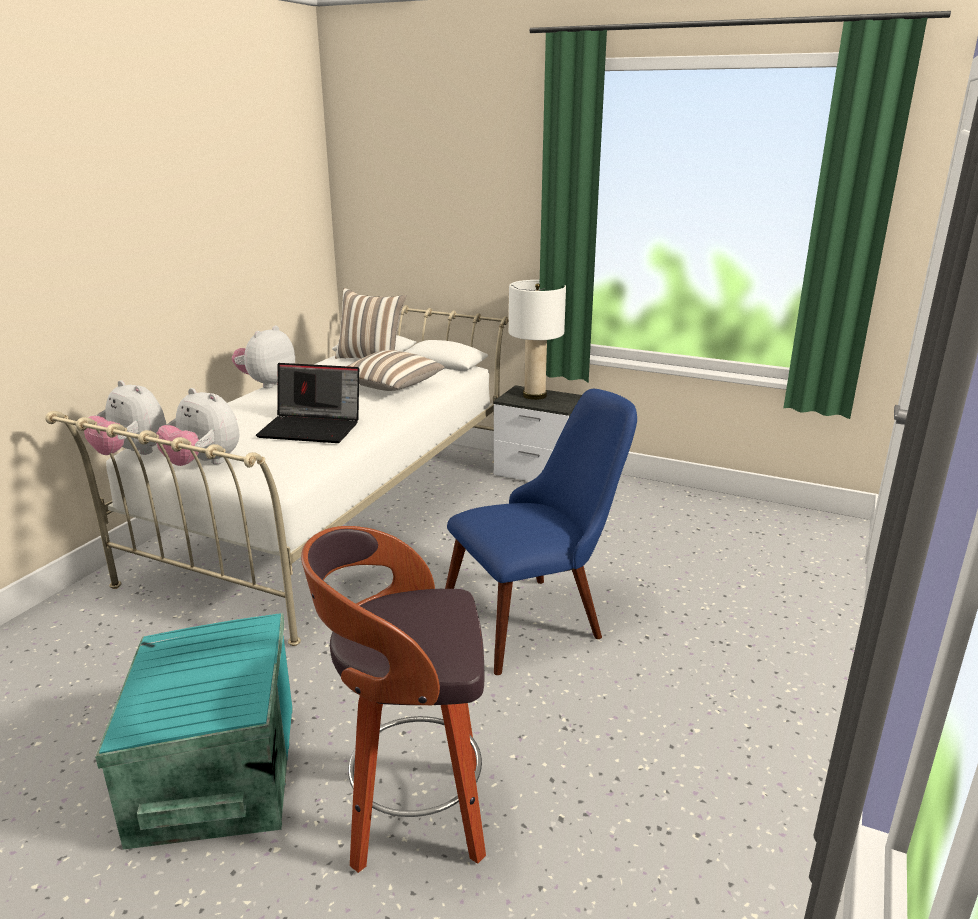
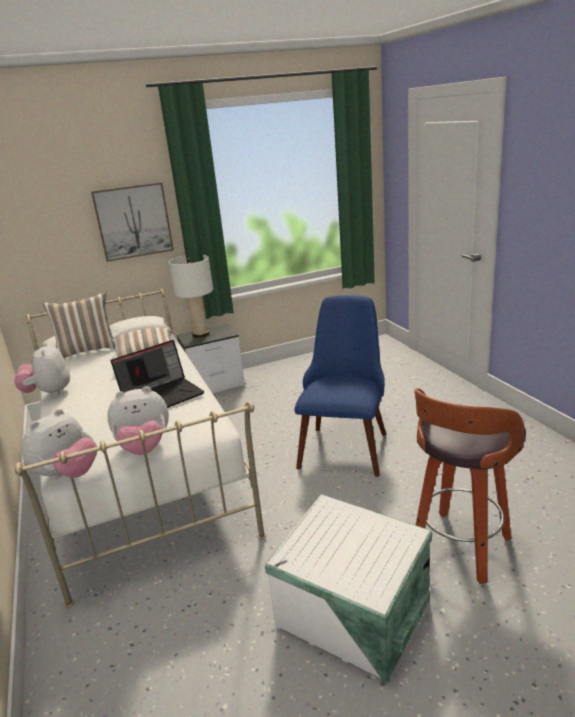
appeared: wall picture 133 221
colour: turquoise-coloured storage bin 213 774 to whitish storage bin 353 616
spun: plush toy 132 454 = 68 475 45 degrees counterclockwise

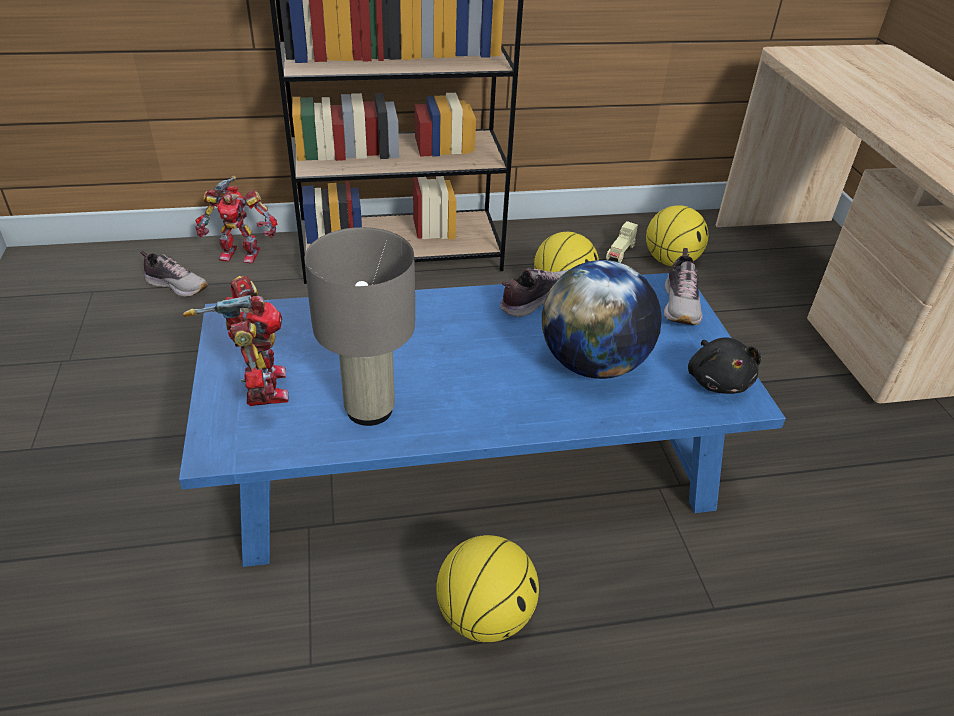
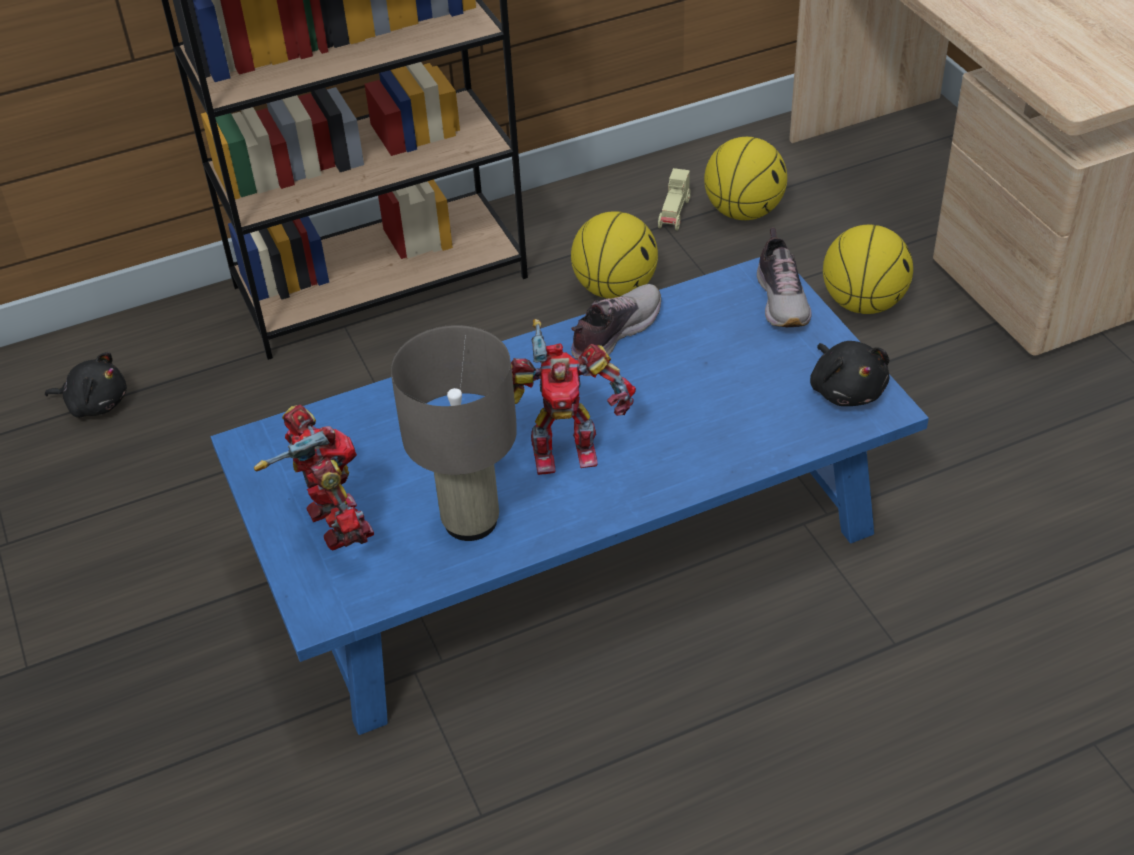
missing: world globe 593 365
relocated: model robot 241 253 to 562 449; basketball 485 615 to 863 302
exchanged: low shoe 177 285 to black plush toy 95 403

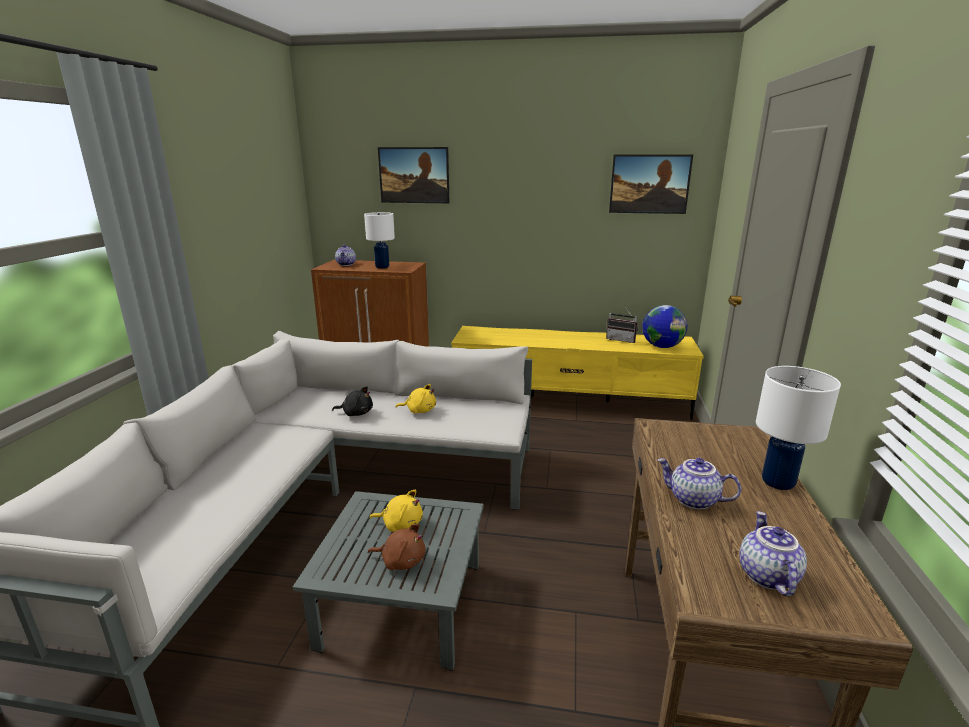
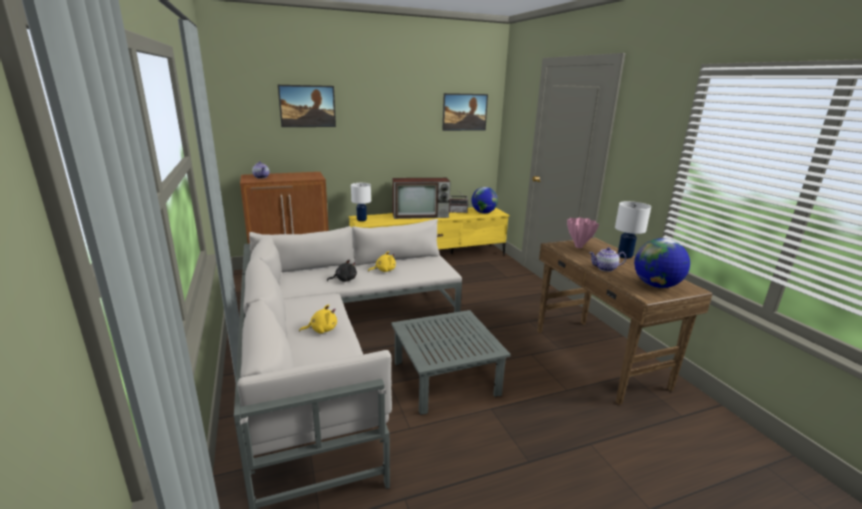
missing: brown-coloured plush toy 401 560
appeared: television 421 215; pink-coloured decorative vase 579 246
relocated: whitish table lamp 381 267 to 361 220; yellow plush toy 400 524 to 321 330
exchanged: pot for tea 766 575 to world globe 656 285

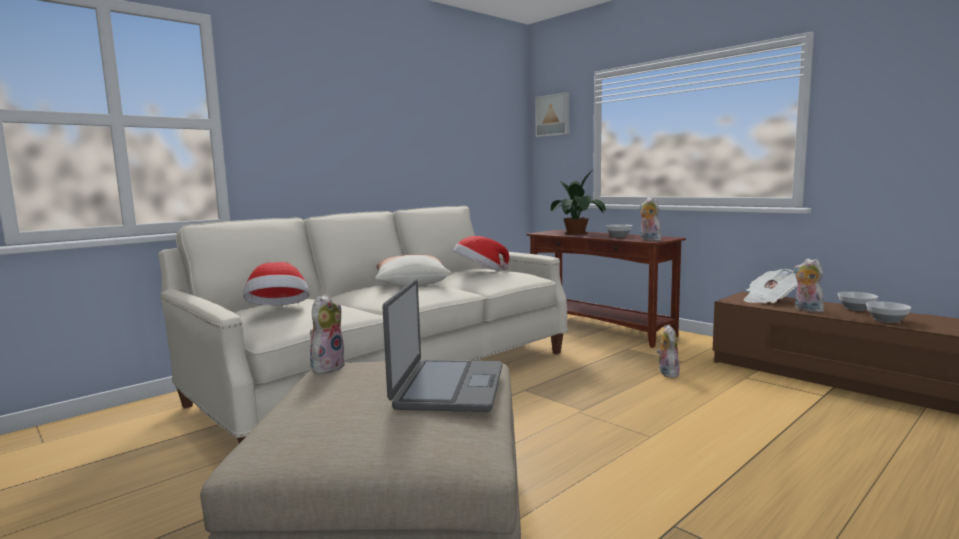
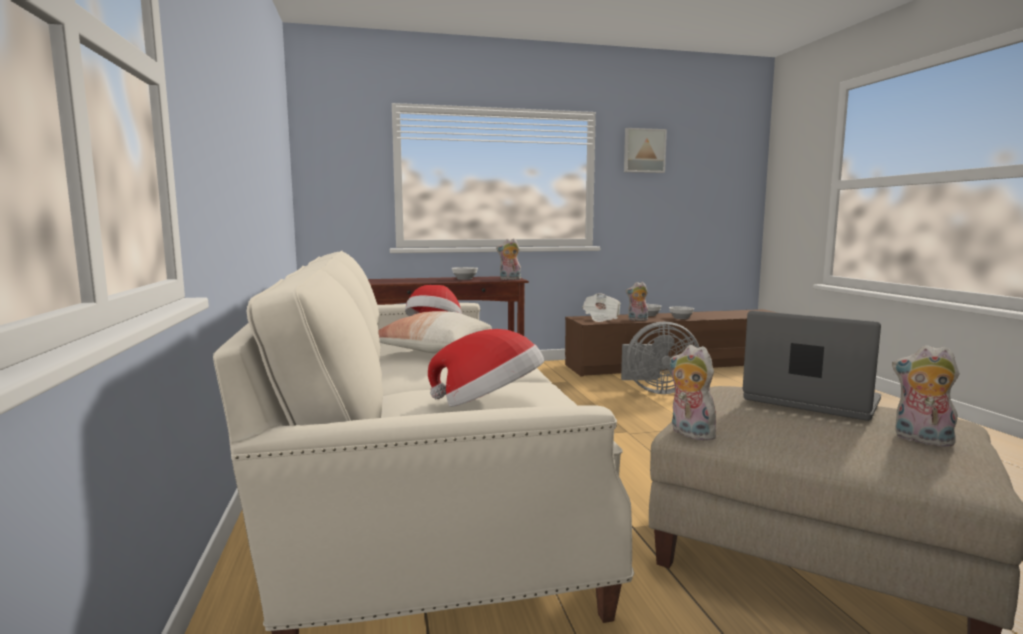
missing: plant in a pot 577 233
appeared: grey fan 656 391
relocated: wall picture 553 115 to 644 151; plush toy 667 373 to 921 440

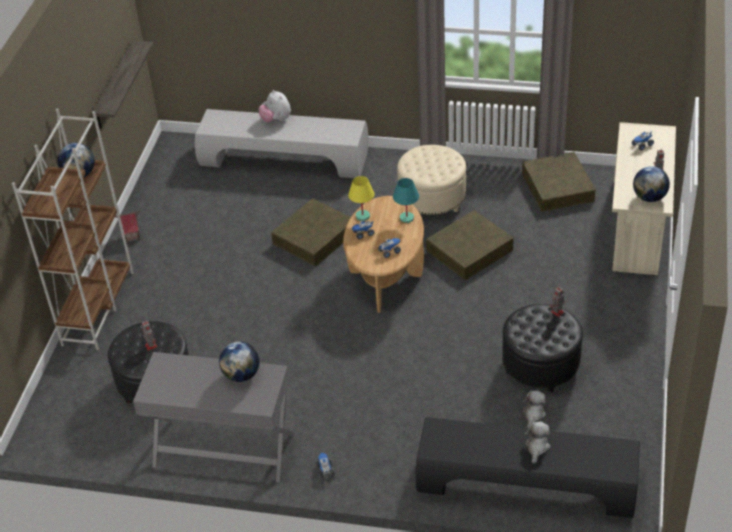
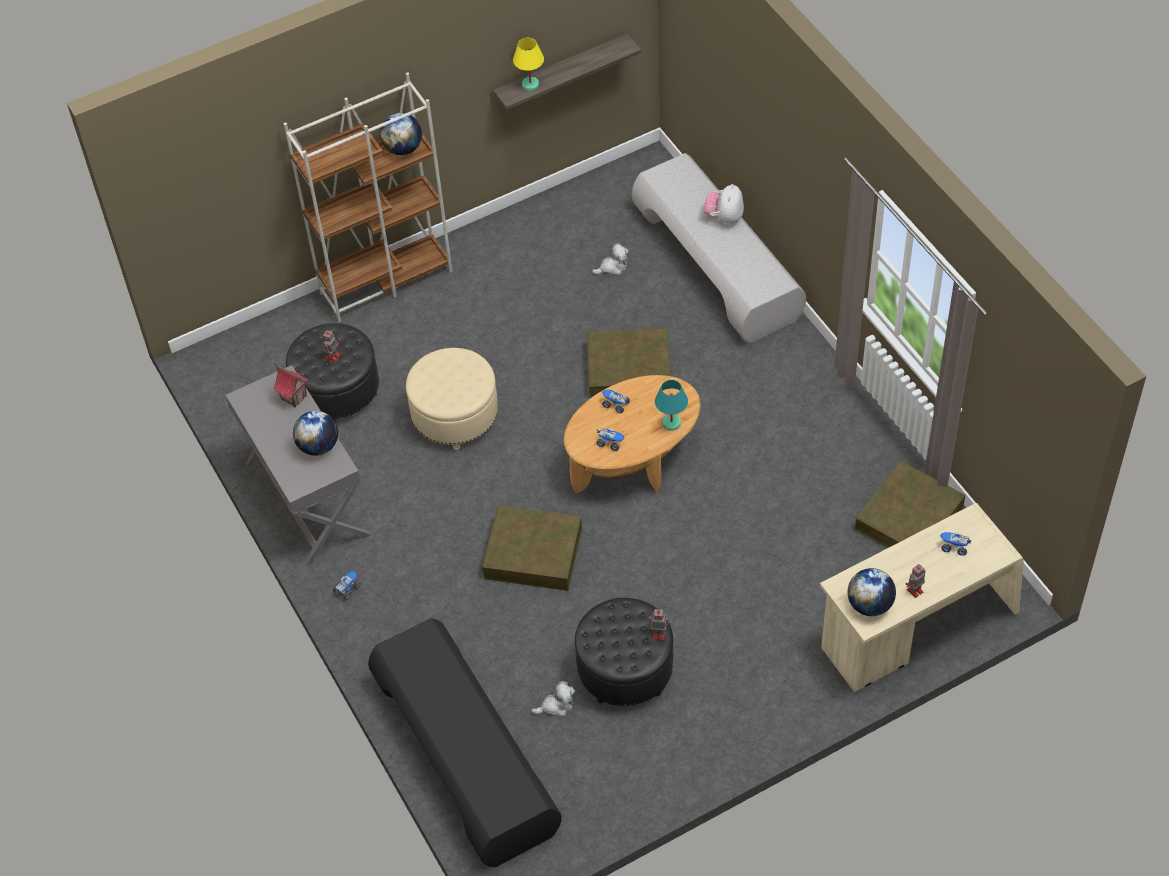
relocated: miniature house 132 237 to 294 397; yellow table lamp 363 216 to 530 84; beige ottoman 432 200 to 455 417; brown-coloured storage bin 470 250 to 533 554; plush toy 537 447 to 612 267

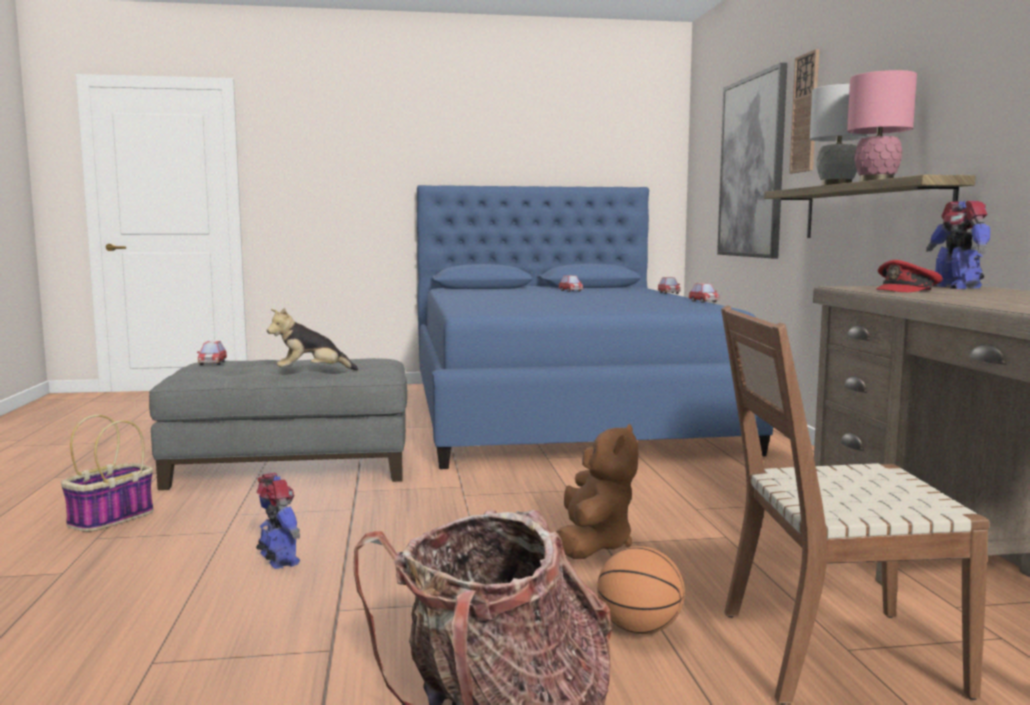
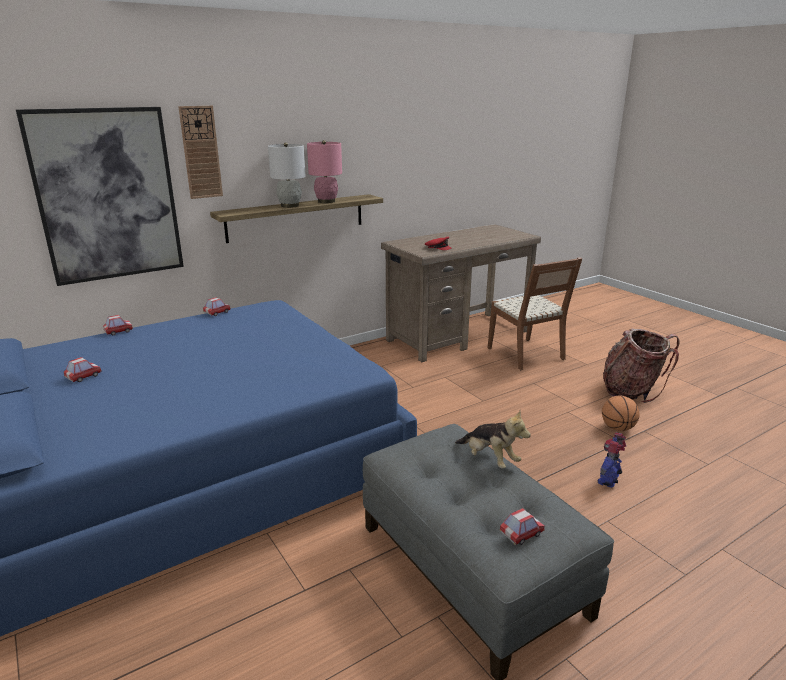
missing: household basket 110 519; brown-coloured plush toy 593 544; model robot 956 287
relocated: basketball 639 630 to 617 428

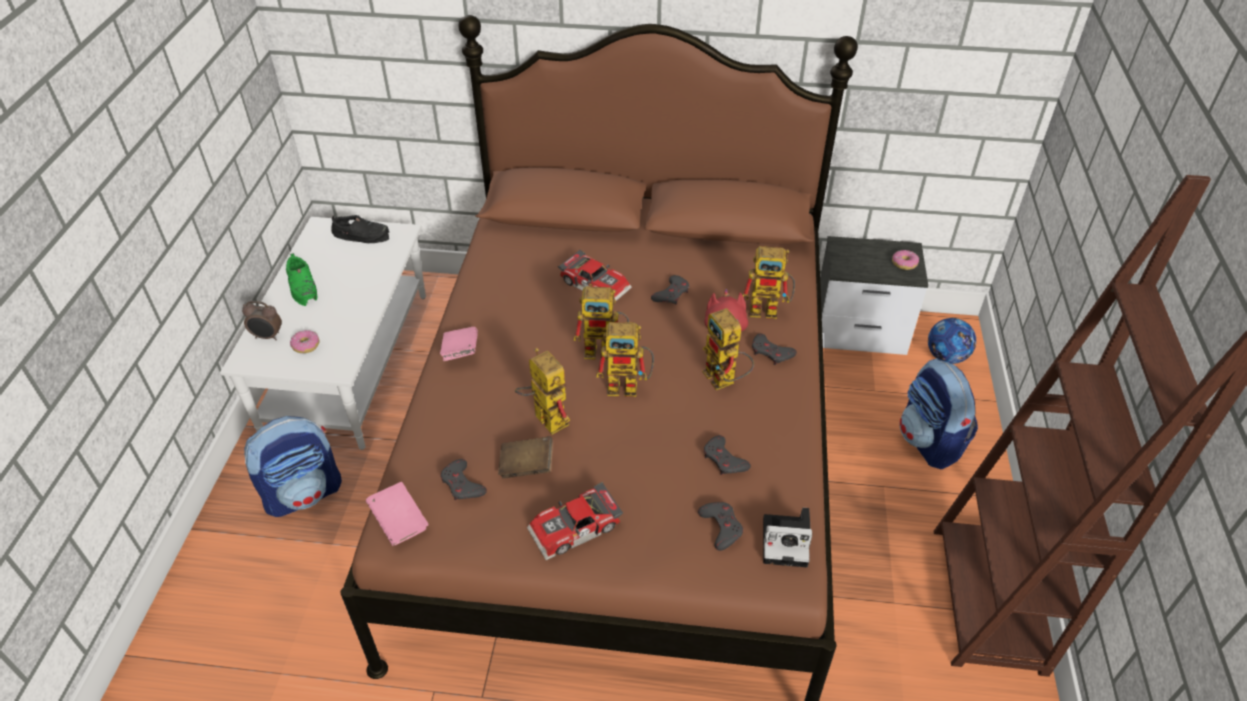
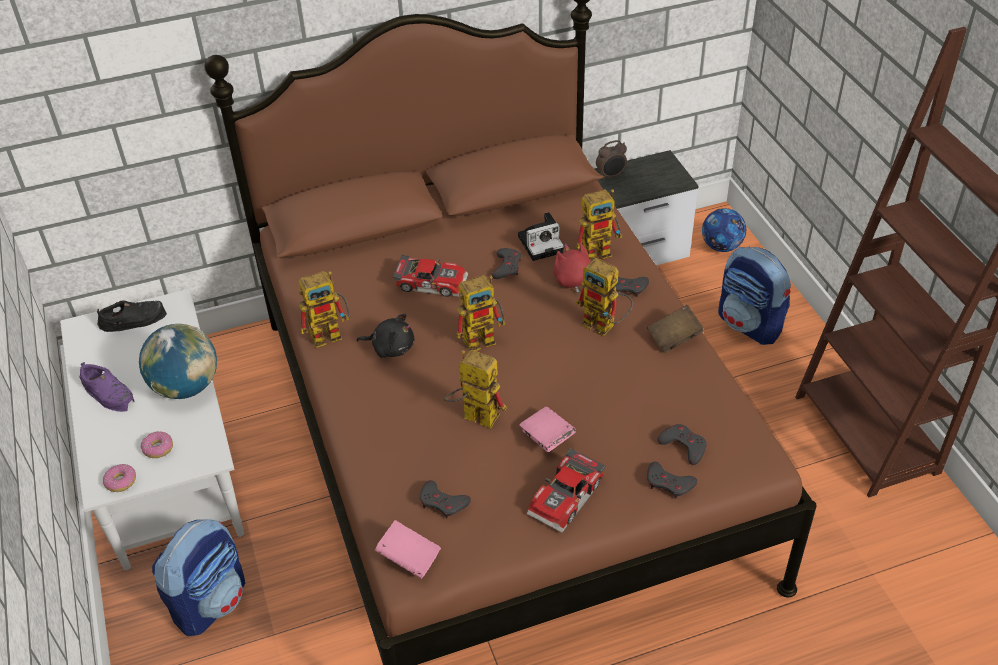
appeared: world globe 186 387; black plush toy 391 347
relocated: bedside clock 267 337 to 611 176; pink-coloured bound book 460 352 to 547 438; brown-coloured bound book 526 466 to 674 338; model robot 629 386 to 331 333; grey game controller 724 460 to 669 483; photo camera 787 541 to 542 243; ring doughnut 904 263 to 121 481
colour: green low shoe 303 286 to purple low shoe 108 392

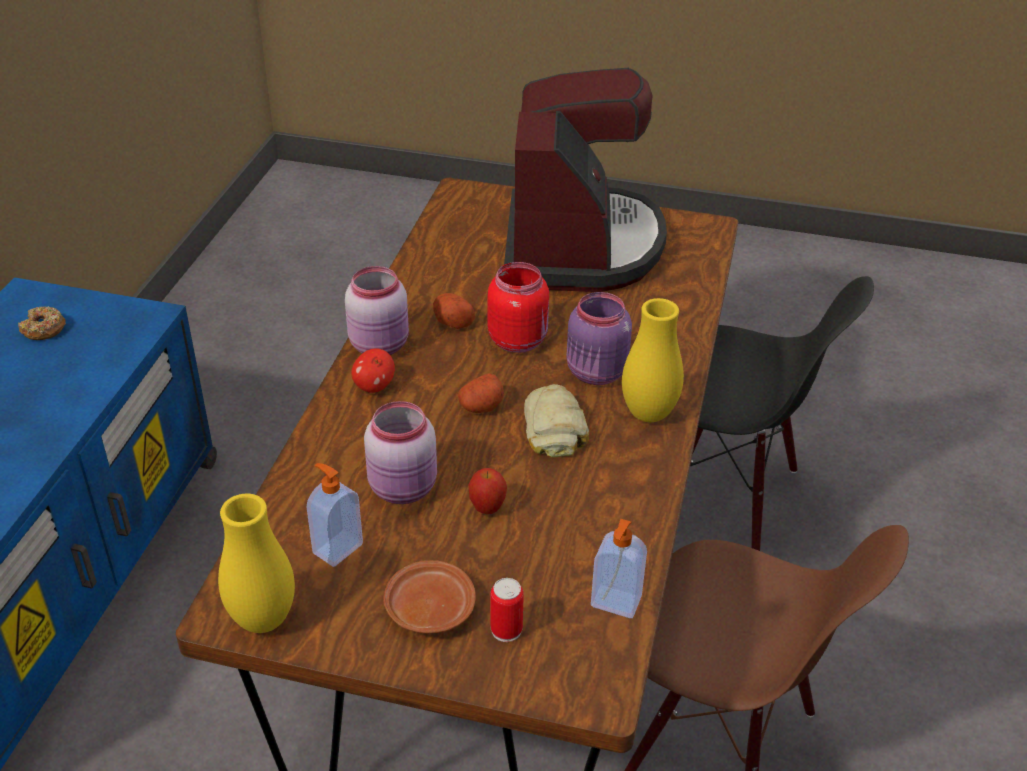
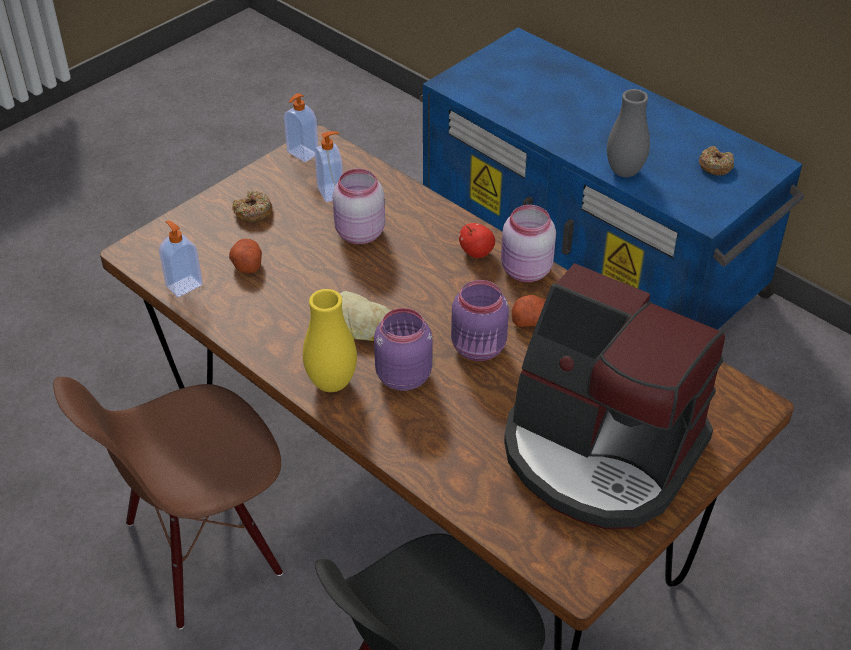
missing: whole apple 487 508; metal can 506 630
appeared: grey decorative vase 624 172
relocated: potato 481 406 to 246 264
exchanged: yellow decorative vase 263 619 to soap dispenser 302 153; brown-coloured flat dish 429 608 to ring doughnut 253 212
colour: red preserve jar 518 339 to purple preserve jar 479 349

